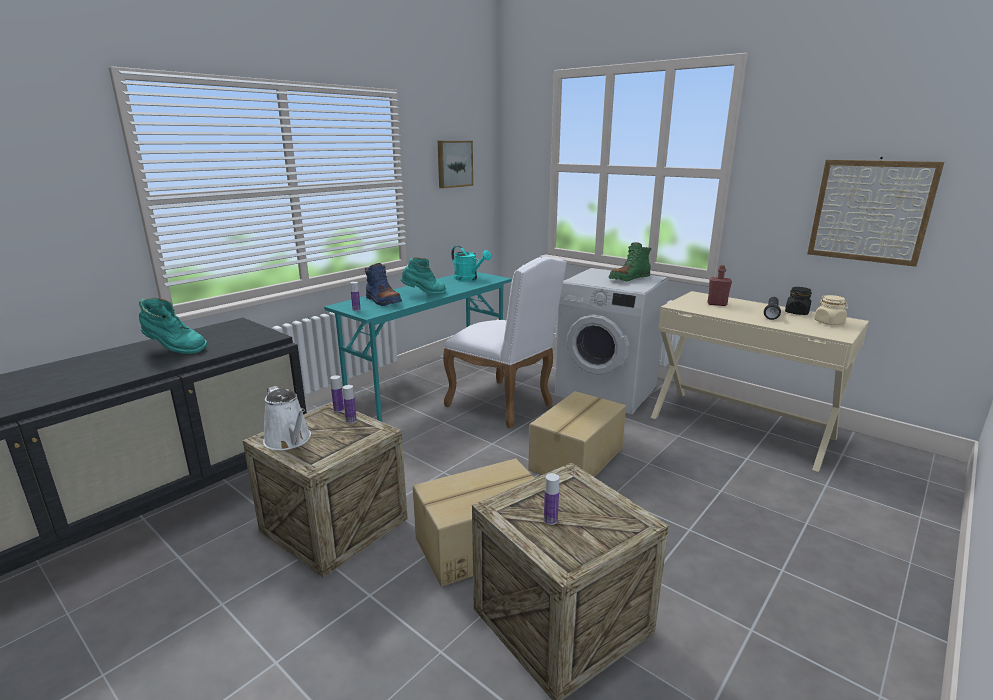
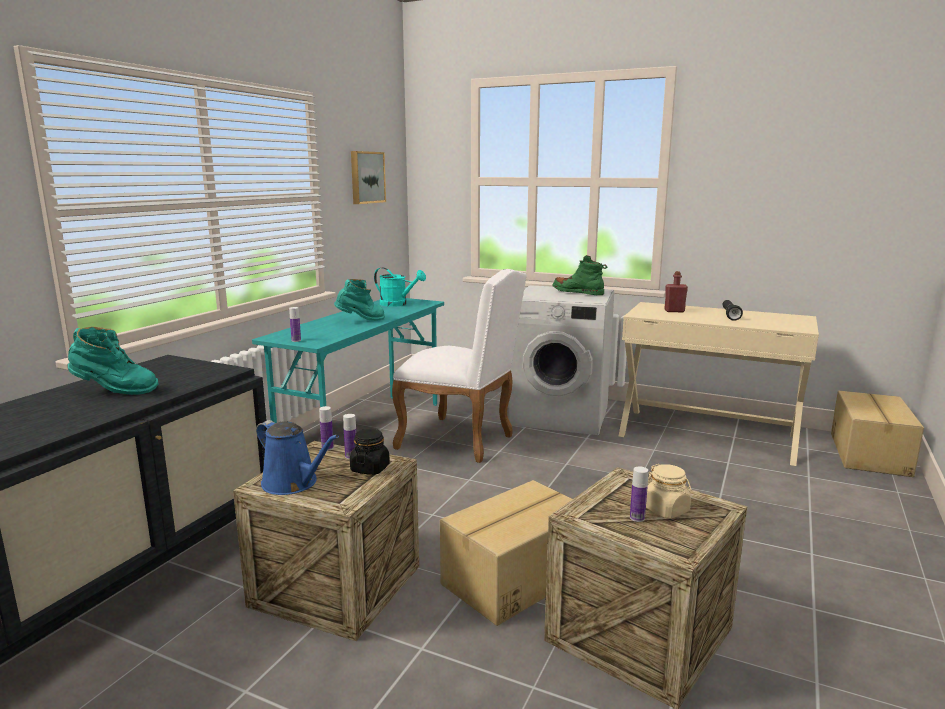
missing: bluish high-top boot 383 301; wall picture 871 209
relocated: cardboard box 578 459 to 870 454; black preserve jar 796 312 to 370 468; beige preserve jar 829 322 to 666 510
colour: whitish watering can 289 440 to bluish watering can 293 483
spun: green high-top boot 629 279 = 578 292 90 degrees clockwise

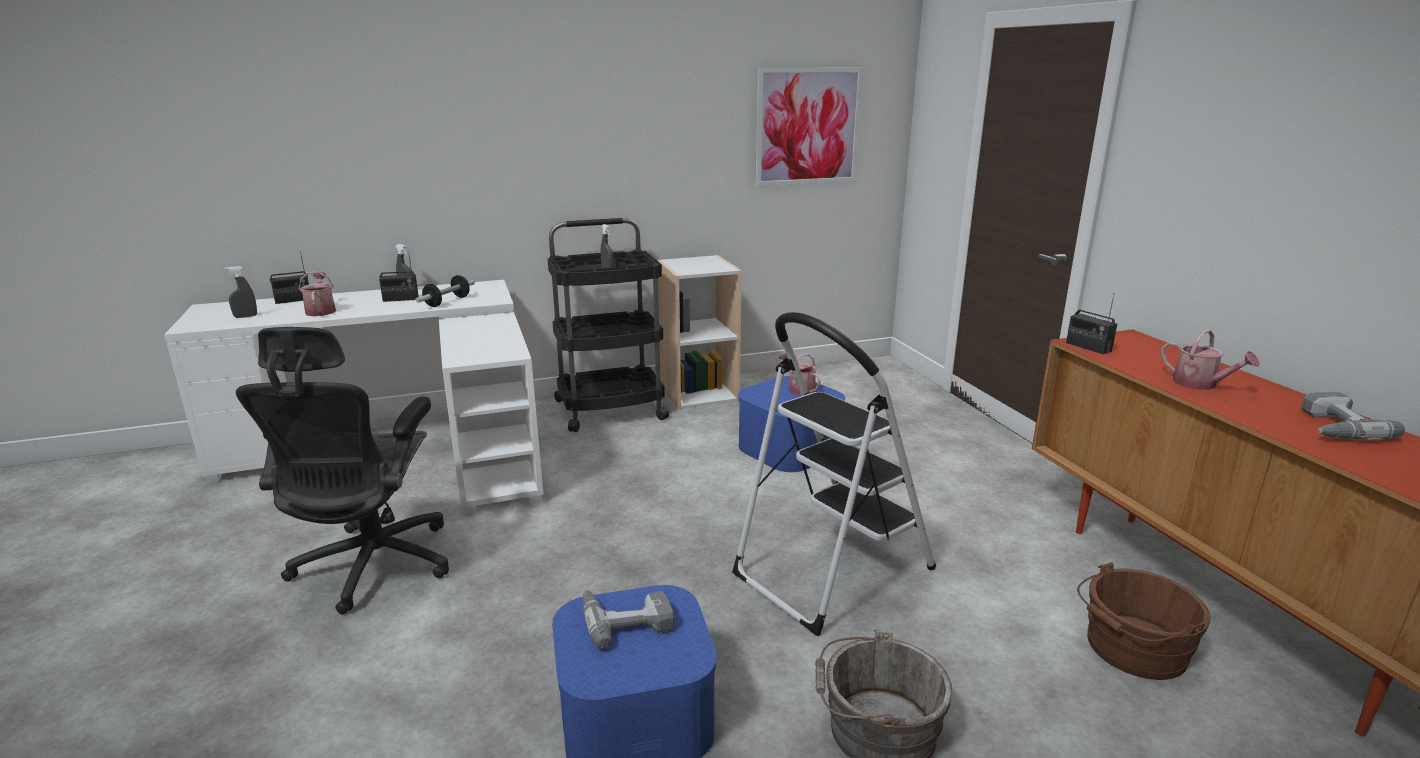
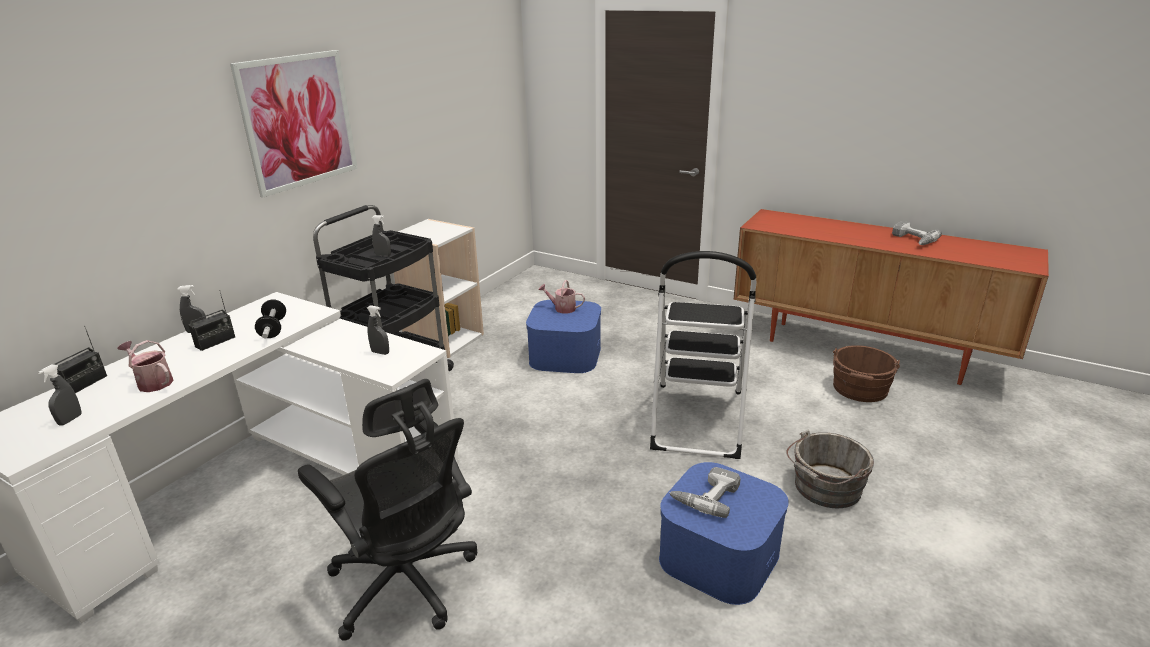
missing: radio 1088 347; watering can 1200 384
appeared: grey spray bottle 380 352
relocated: wall picture 808 127 to 299 121

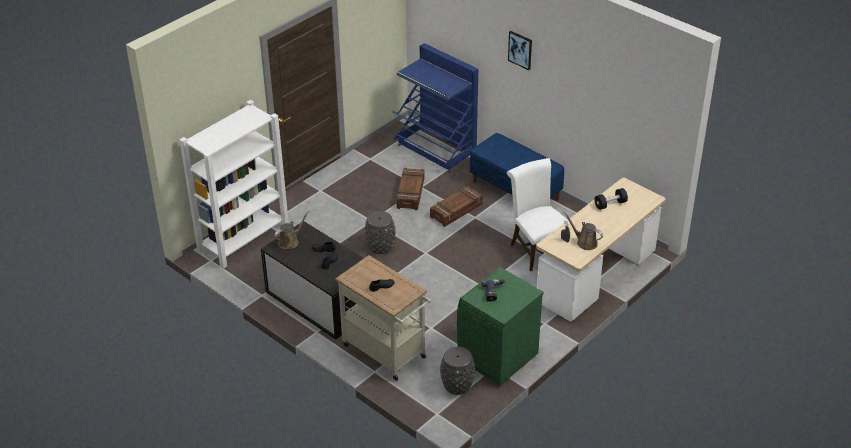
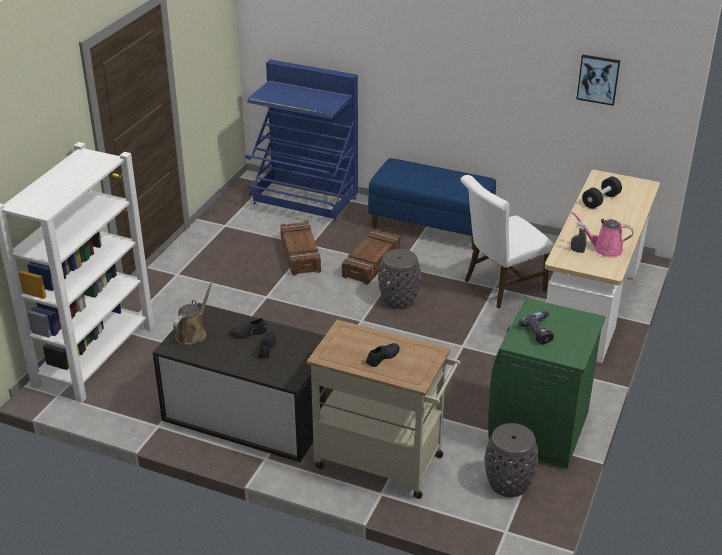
relocated: grey stool 380 246 to 399 300; wall picture 520 50 to 598 79
colour: brown-coloured watering can 585 242 to pink-coloured watering can 604 249
spun: whitish chair 536 249 = 500 287 75 degrees counterclockwise

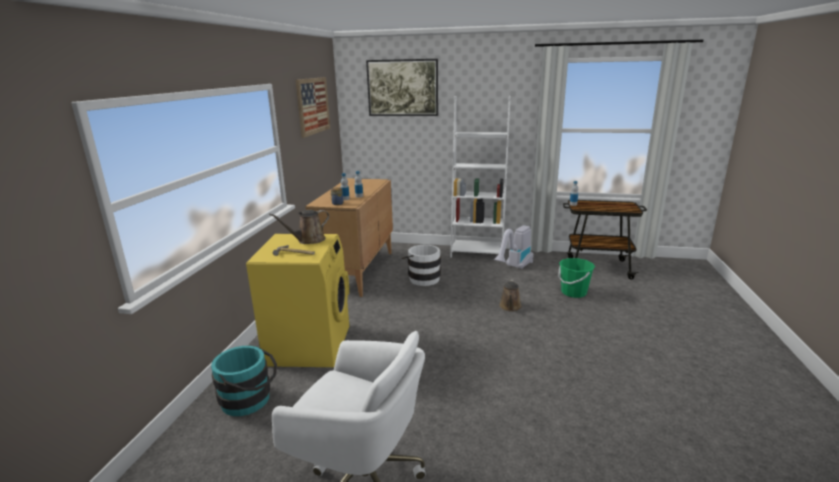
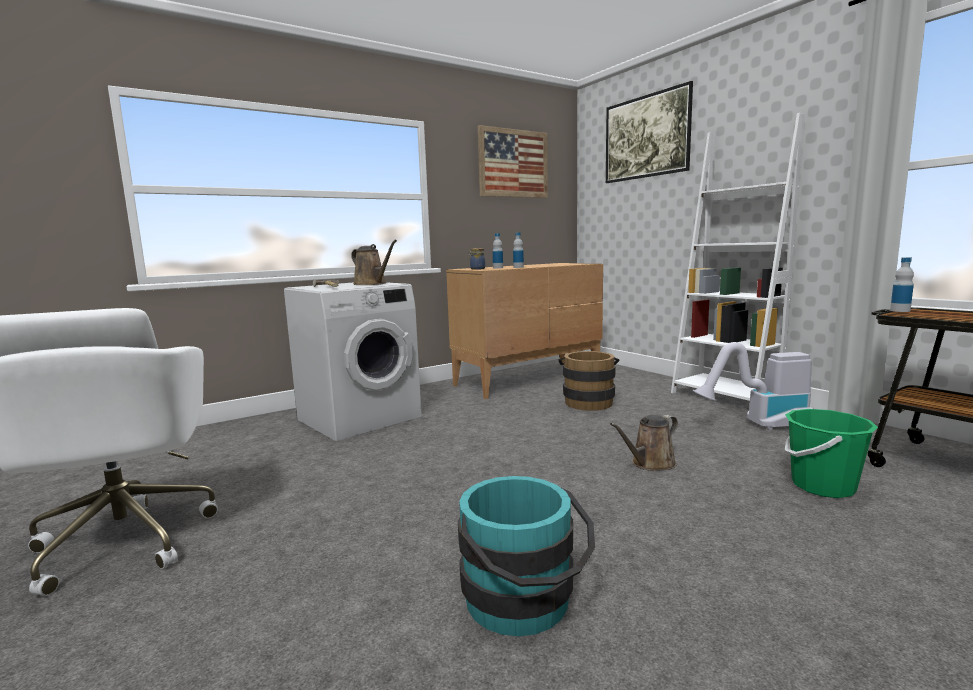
relocated: turquoise-coloured bucket 250 400 to 524 605
colour: yellow laundry machine 310 344 to whitish laundry machine 360 418; whitish bucket 422 278 to brown-coloured bucket 588 401
spun: brown-coloured watering can 308 240 = 372 284 150 degrees counterclockwise

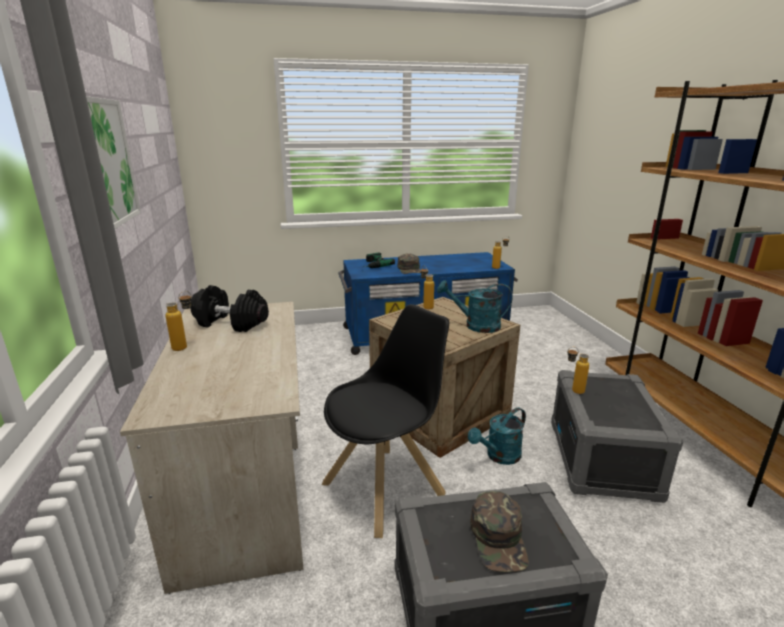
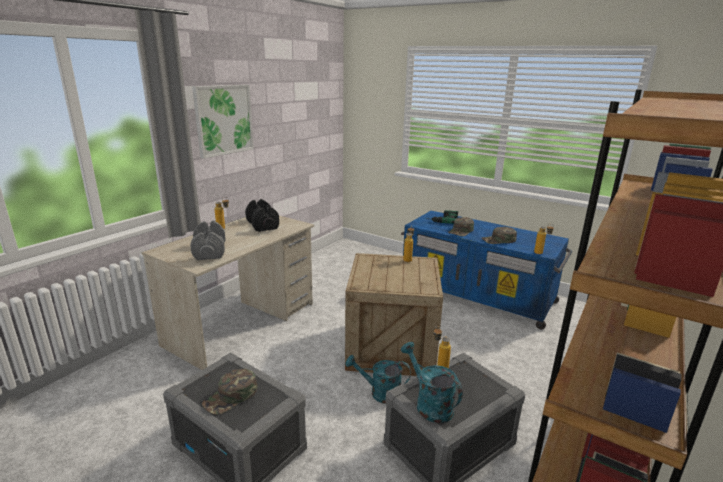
missing: black chair 386 487
appeared: grey free weight 209 251; green baseball cap 499 240
relocated: turquoise-coloured watering can 476 326 to 429 404

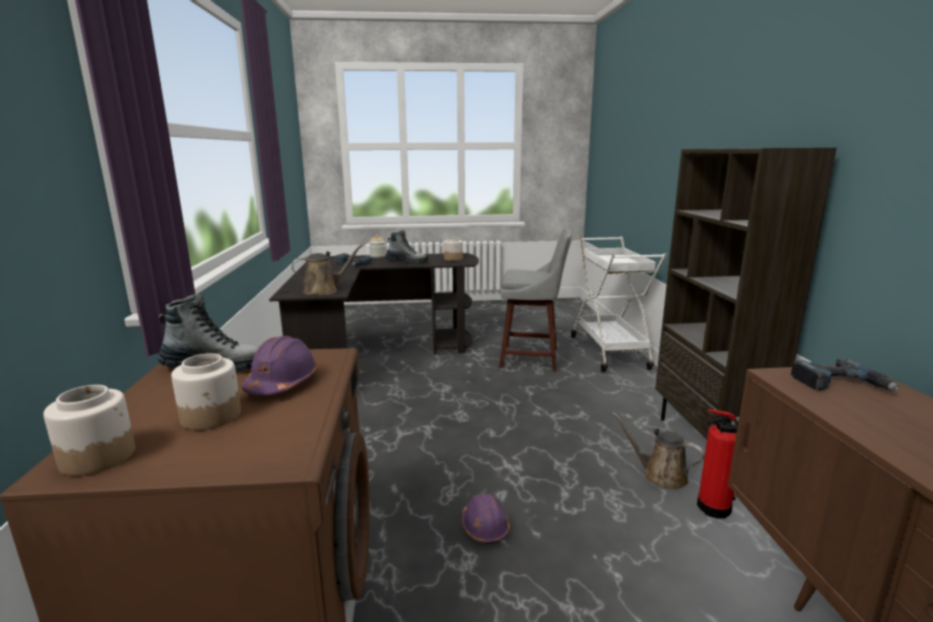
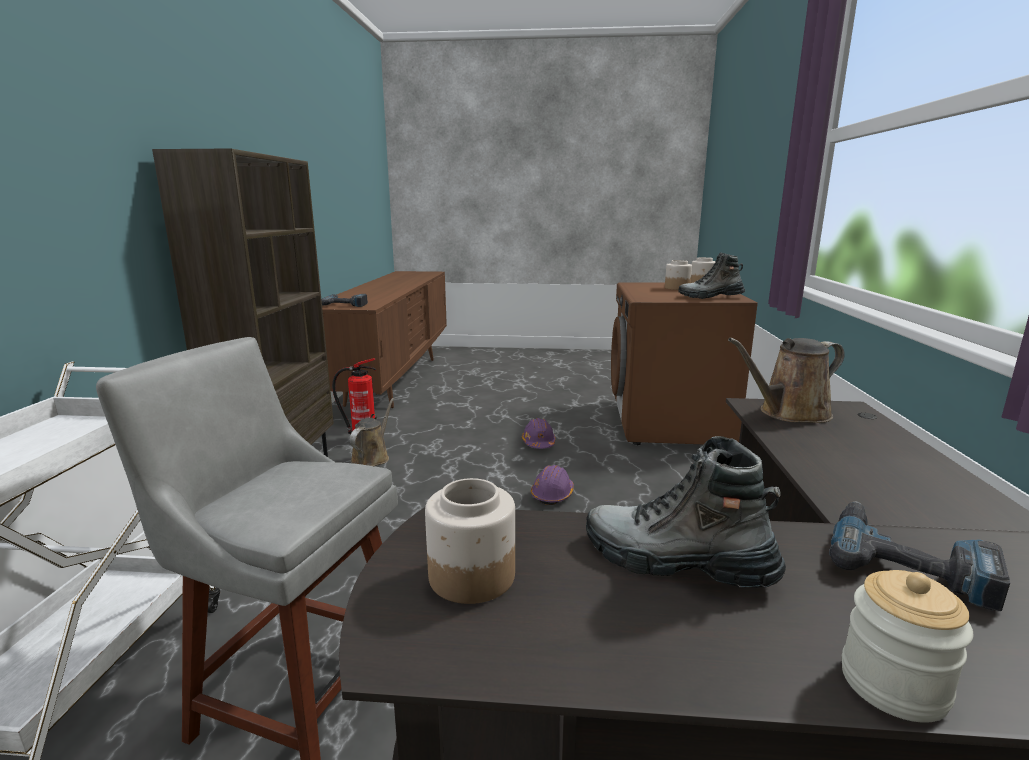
relocated: purple work helmet 282 383 to 552 494
spun: brown-coloured watering can 660 475 = 372 458 120 degrees counterclockwise

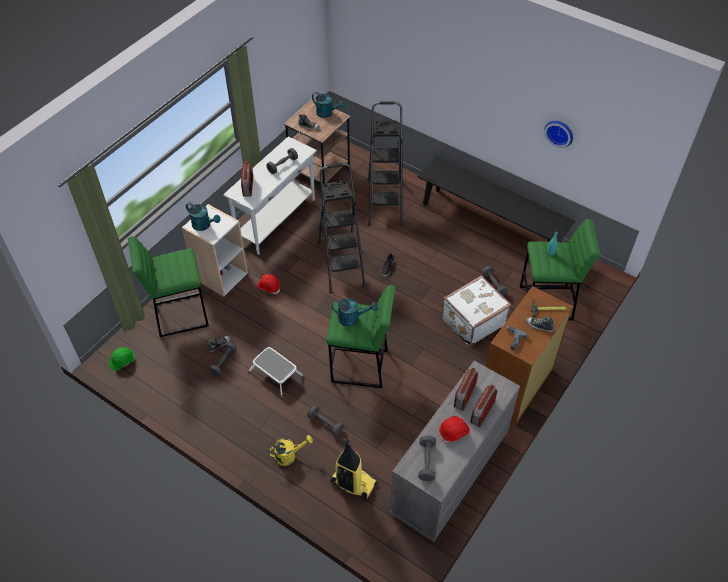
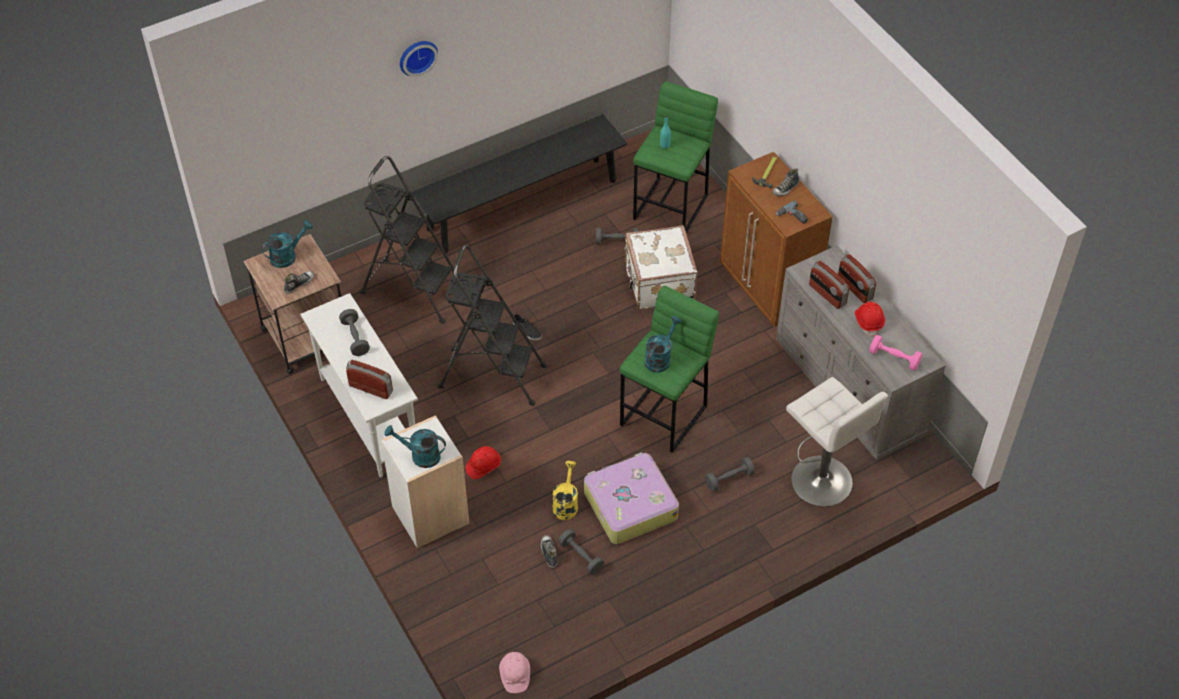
missing: green stool 179 315
relocated: yellow watering can 289 455 to 565 503; hanging clock 560 132 to 417 56
exchanged: grey stepladder 276 373 to travel case 629 505; vacuum 352 483 to whitish stool 821 482
colour: green work helmet 122 362 to pink-coloured work helmet 515 675; grey free weight 426 462 to pink-coloured free weight 894 358
spun: turquoise-coloured watering can 204 225 = 420 455 135 degrees counterclockwise

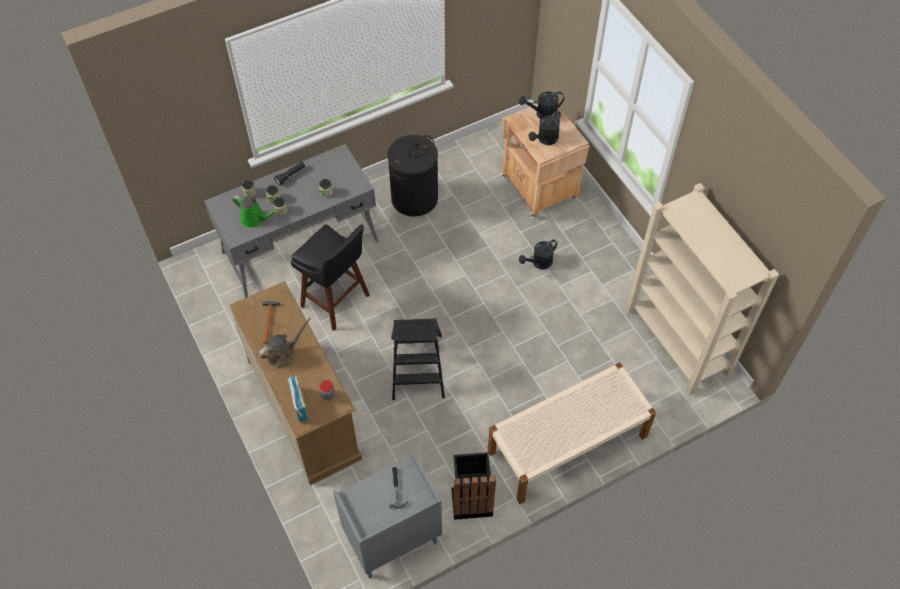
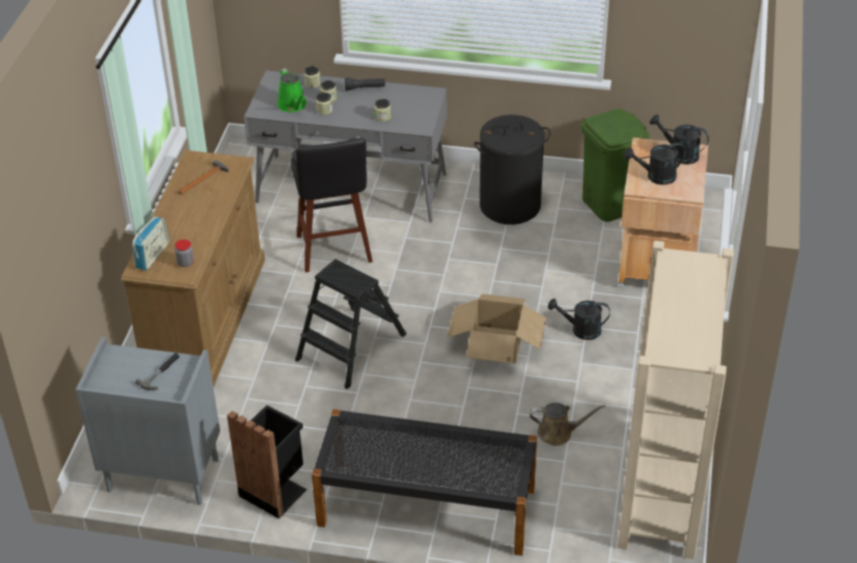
appeared: cardboard box 496 344; green trash can 610 205
relocated: brown-coloured watering can 283 354 to 558 433
colour: beige bench 567 445 to black bench 426 507

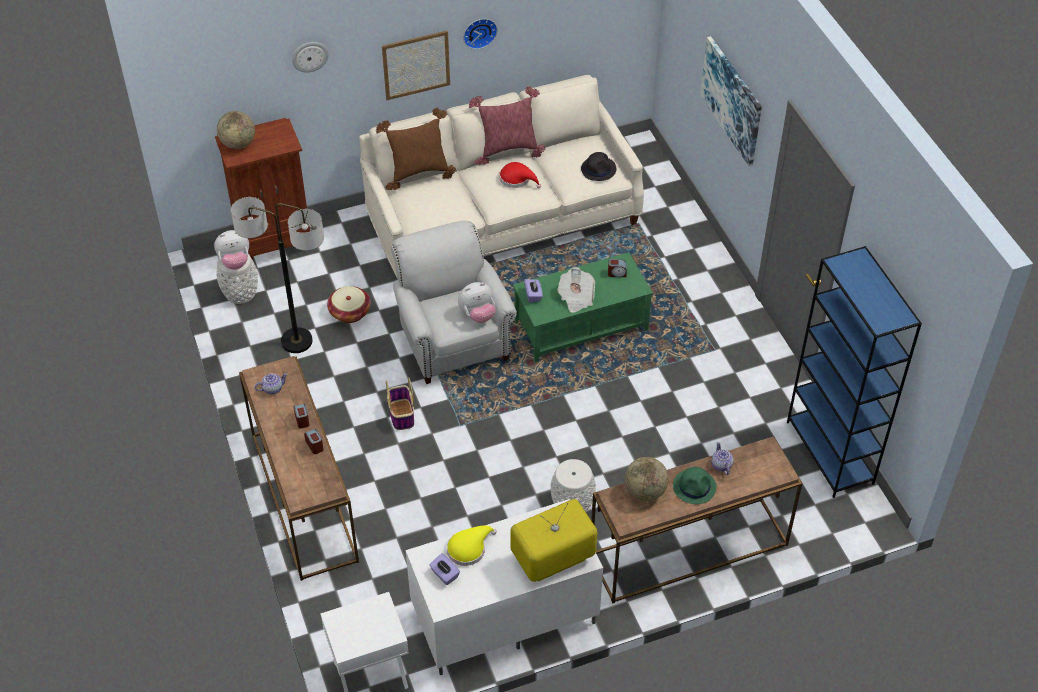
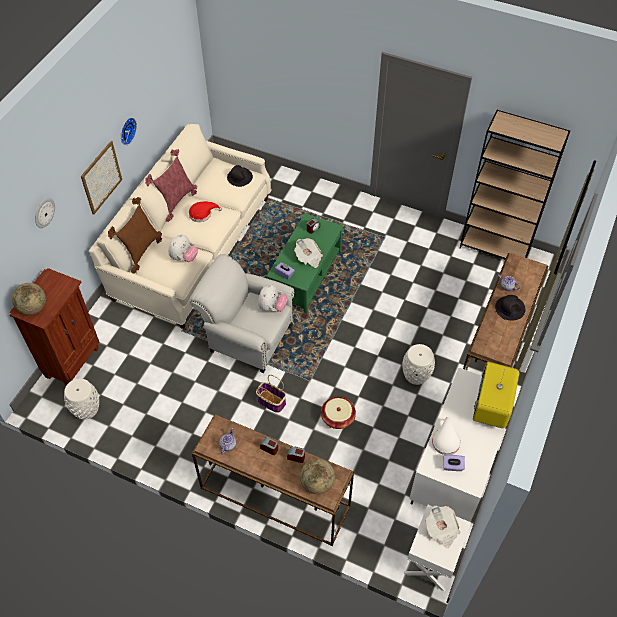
missing: standing lamp 296 341; wall picture 732 100
appeared: newspaper 441 530
relocated: plush toy 235 262 to 184 258; household basket 350 312 to 337 417; world globe 645 491 to 317 483
colour: yellow clothing hat 468 548 to whitish clothing hat 445 440; green clothing hat 695 487 to black clothing hat 510 308; bluish shelving unit 830 453 to beige shelving unit 495 248

